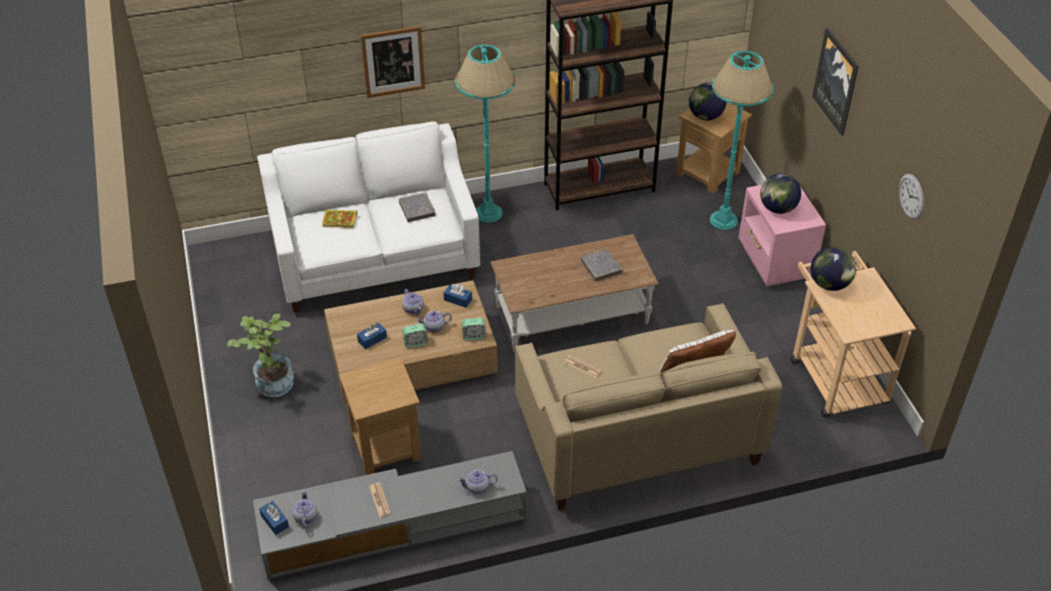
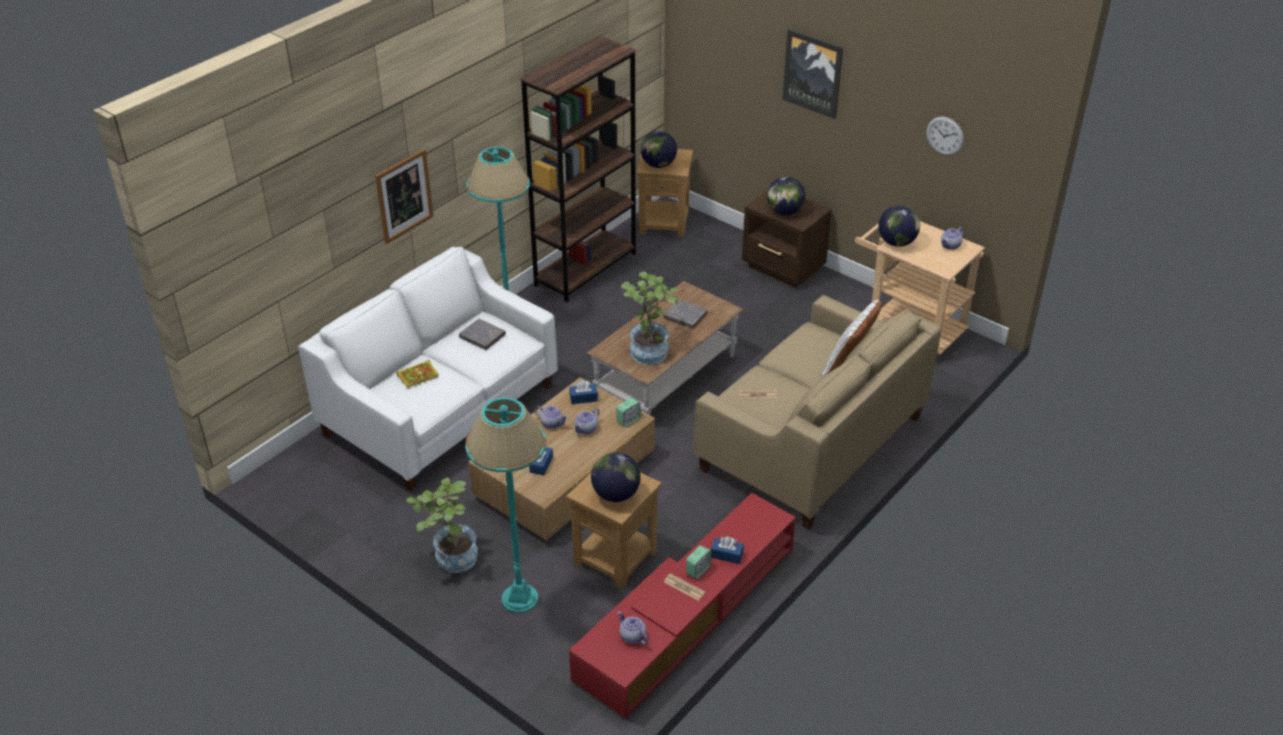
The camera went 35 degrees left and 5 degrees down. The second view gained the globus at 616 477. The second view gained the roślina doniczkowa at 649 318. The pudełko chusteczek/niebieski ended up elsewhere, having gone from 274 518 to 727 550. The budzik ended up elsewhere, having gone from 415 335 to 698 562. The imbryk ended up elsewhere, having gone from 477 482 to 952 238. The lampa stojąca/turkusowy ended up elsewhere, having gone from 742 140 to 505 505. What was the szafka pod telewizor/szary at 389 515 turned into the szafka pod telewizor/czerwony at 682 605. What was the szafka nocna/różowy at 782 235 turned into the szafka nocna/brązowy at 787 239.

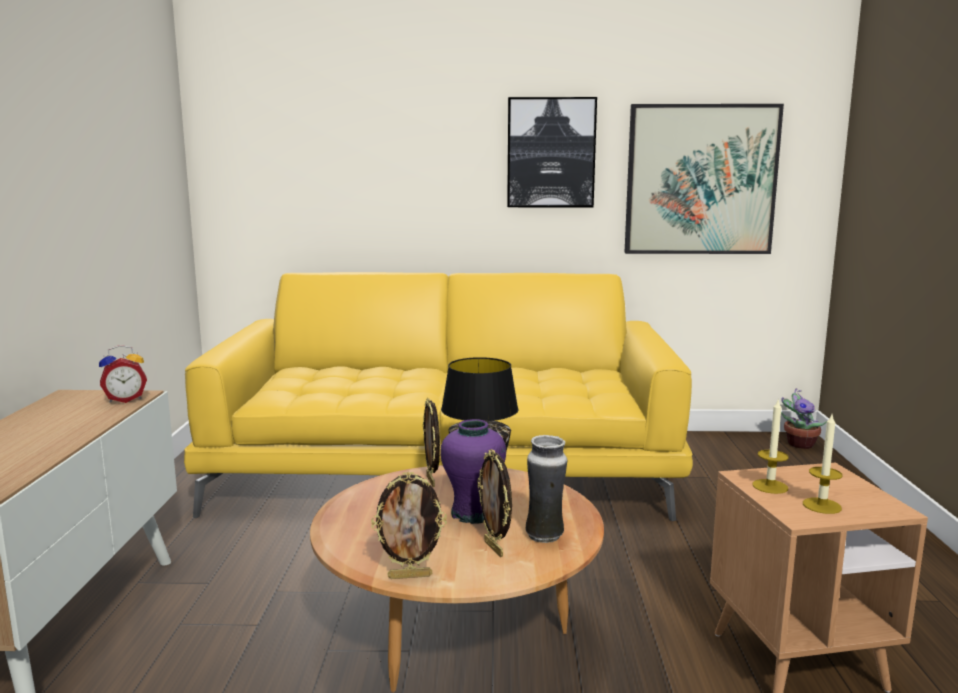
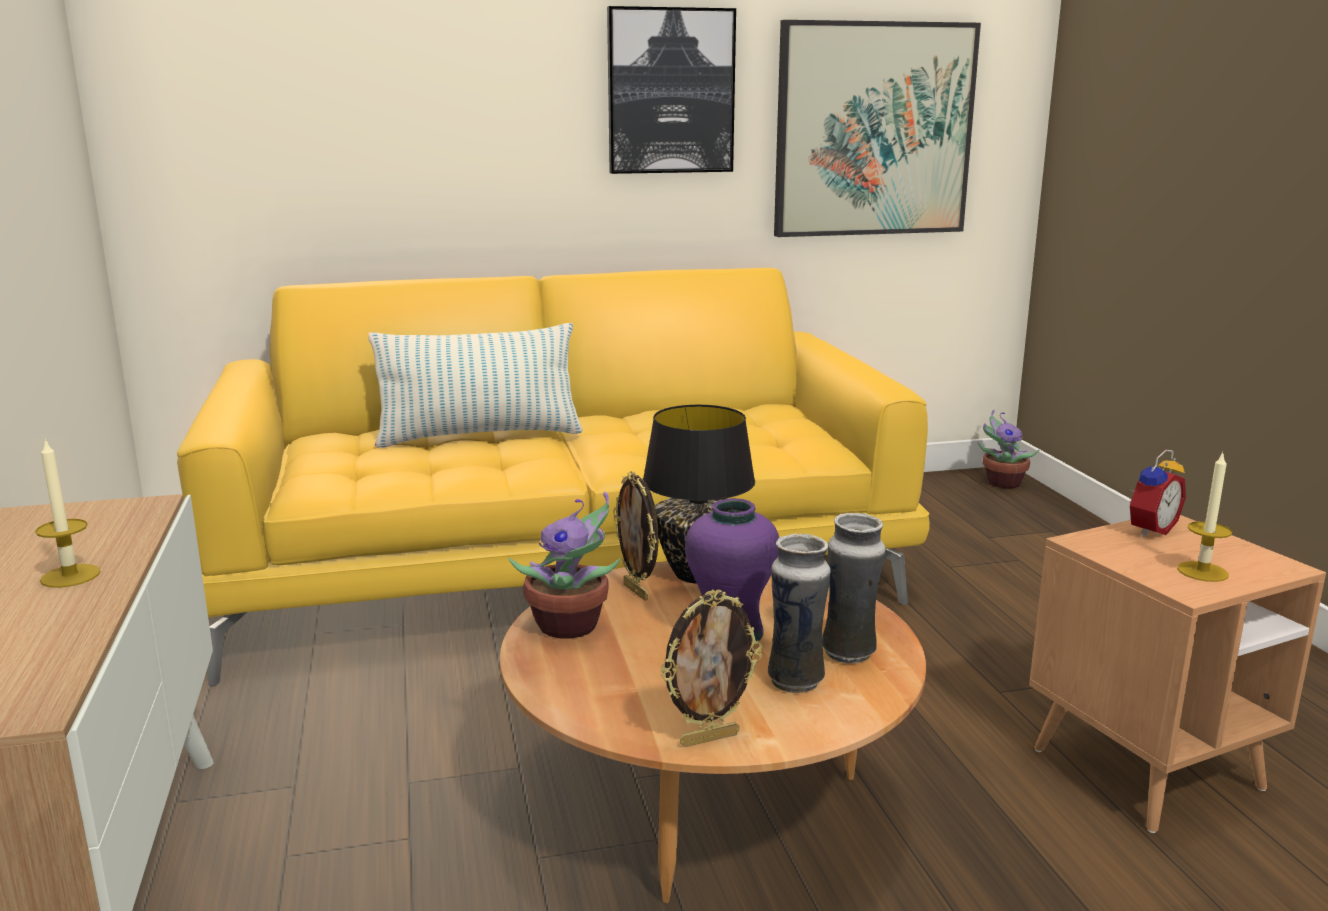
The camera went 15 degrees left and 5 degrees up. The second view gained the poduszka at 475 385. The second view gained the roślina doniczkowa at 564 565. The budzik ended up elsewhere, having gone from 123 374 to 1157 493. The świeca ended up elsewhere, having gone from 770 446 to 67 513. Where the ramka na zdjęcie stood at 494 503, the wazon came to stand at 799 613.

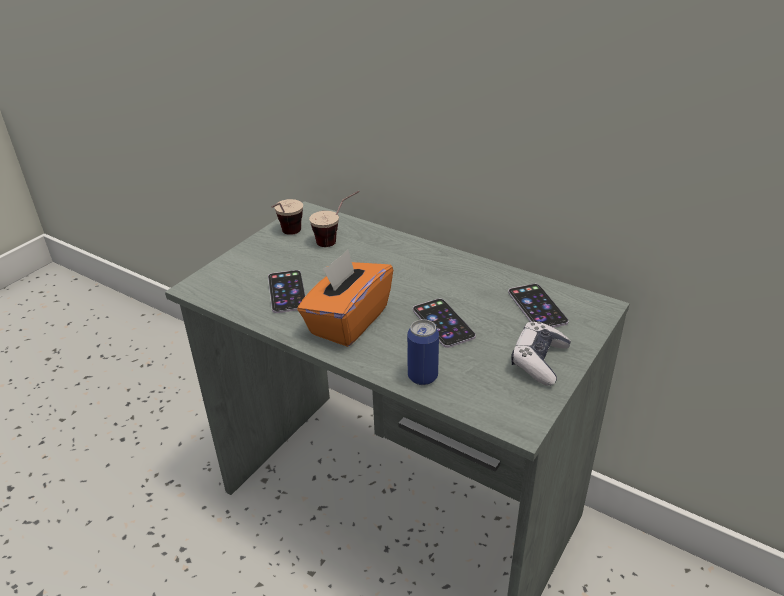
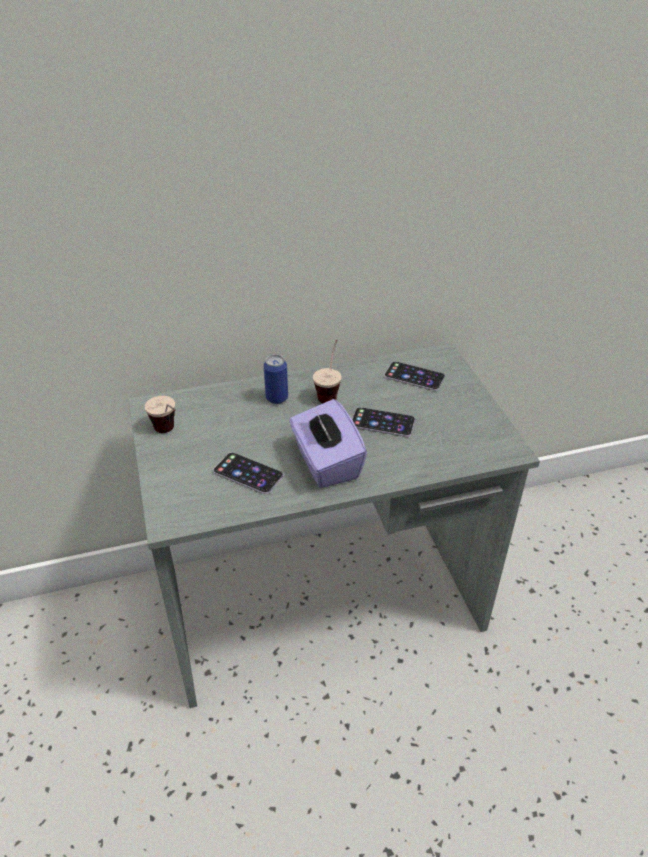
The camera went 50 degrees left and 5 degrees up. The second view lost the pad do gier at 541 353. The filiżanka ended up elsewhere, having gone from 334 219 to 327 371. The puszka ended up elsewhere, having gone from 423 352 to 276 379. What was the pudełko chusteczek/pomarańczowy at 345 298 turned into the pudełko chusteczek/fioletowy at 328 443.

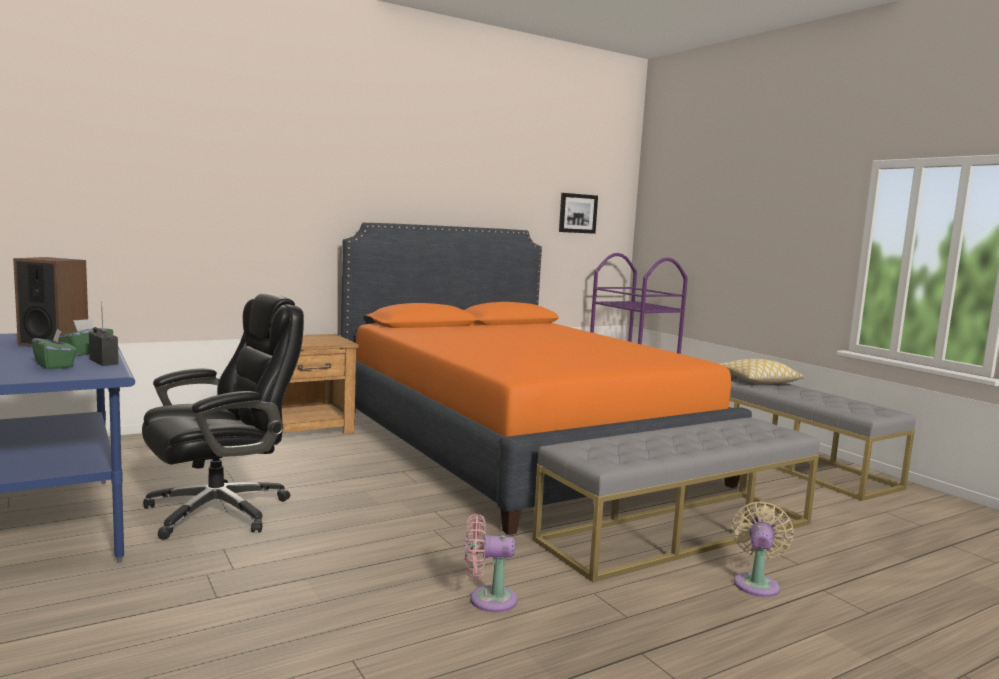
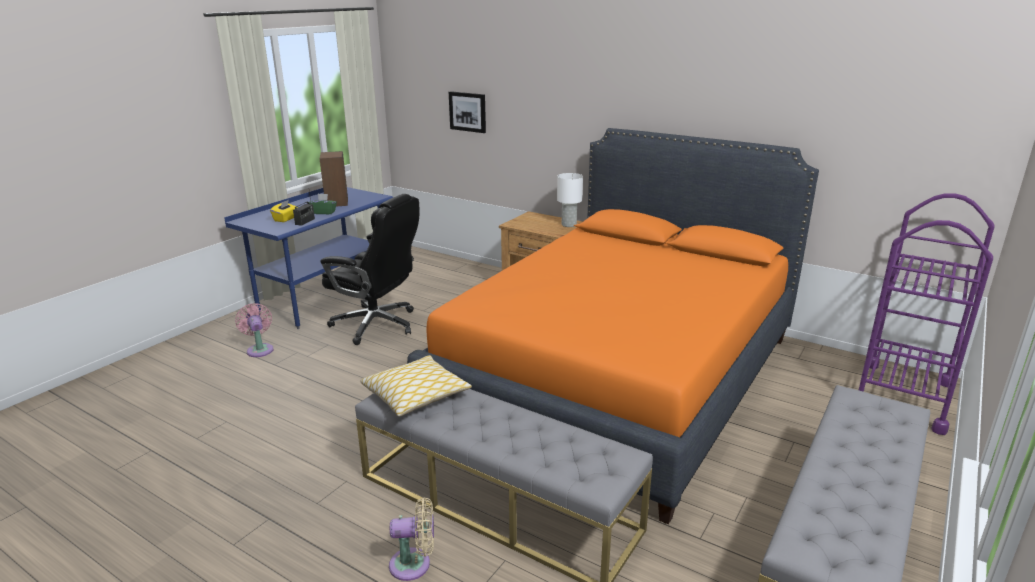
The camera went 65 degrees right and 15 degrees up. The second view gained the lampa stołowa/biały at 570 200. The wentylator/różowy ended up elsewhere, having gone from 491 563 to 254 330. The obraz ended up elsewhere, having gone from 578 213 to 467 112. The poduszka ended up elsewhere, having gone from 762 371 to 416 386. What was the pudełko chusteczek/zielony at 54 349 turned into the pudełko chusteczek/żółty at 284 211.

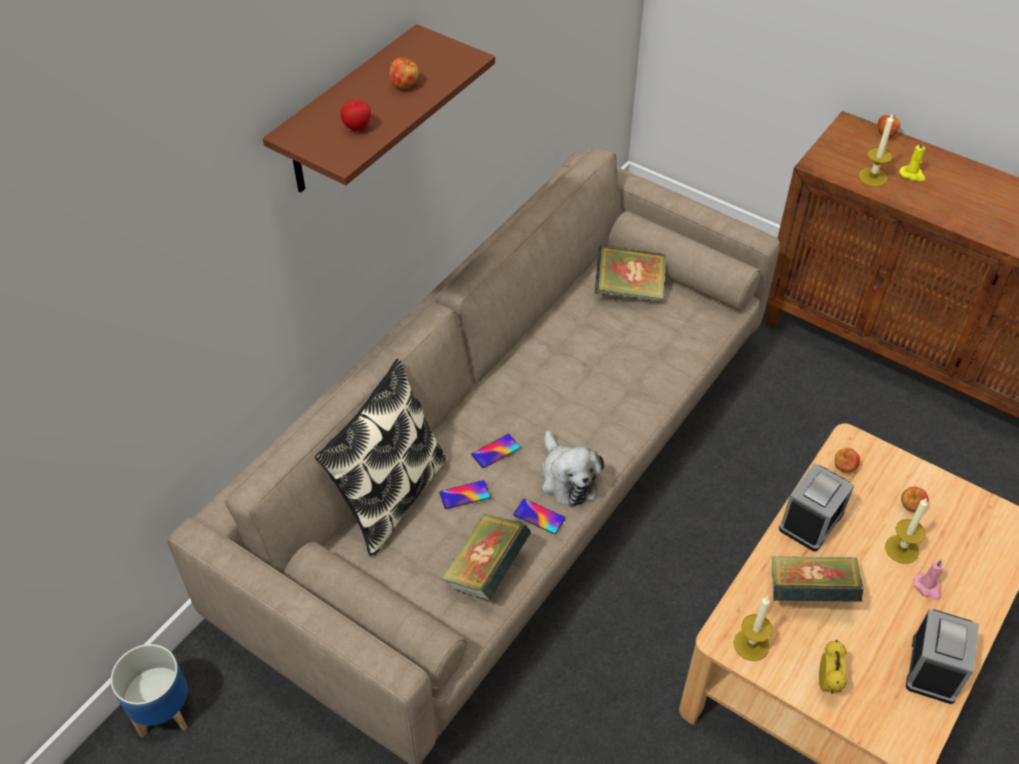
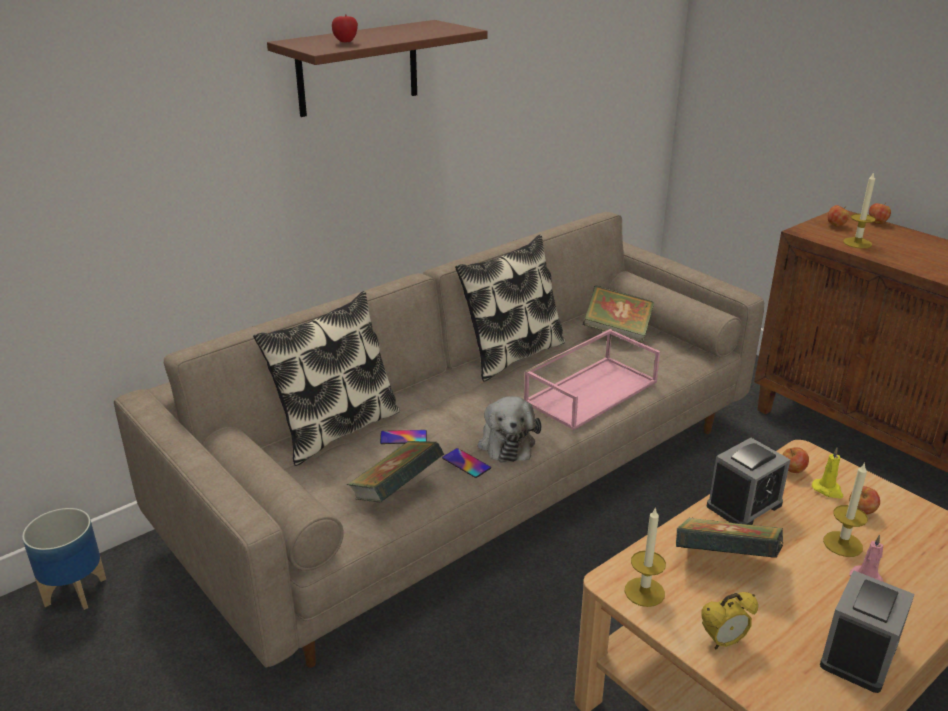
The camera went 15 degrees right and 20 degrees down. The second view lost the telefon at 495 451. The second view gained the poduszka at 510 308. The second view gained the taca/różowy at 592 379. The jabłko ended up elsewhere, having gone from 404 73 to 839 216. The świeca/żółty ended up elsewhere, having gone from 912 161 to 827 473. The budzik at 833 667 ended up facing another way, 45 degrees clockwise from before.

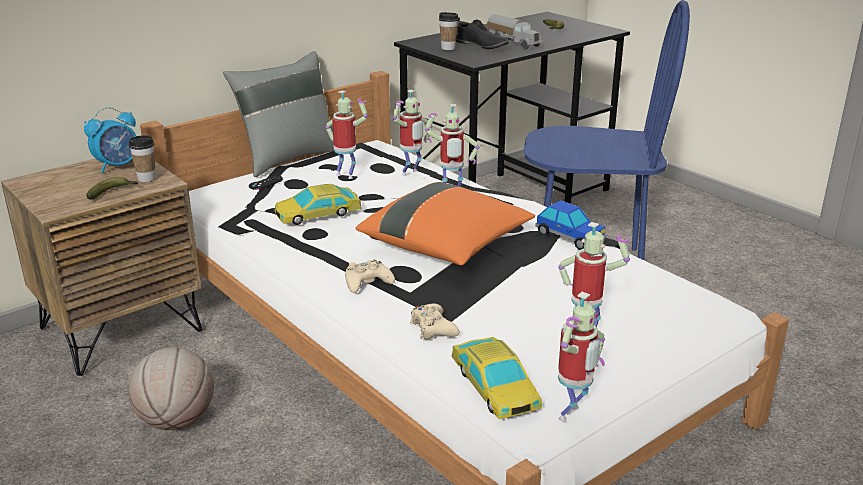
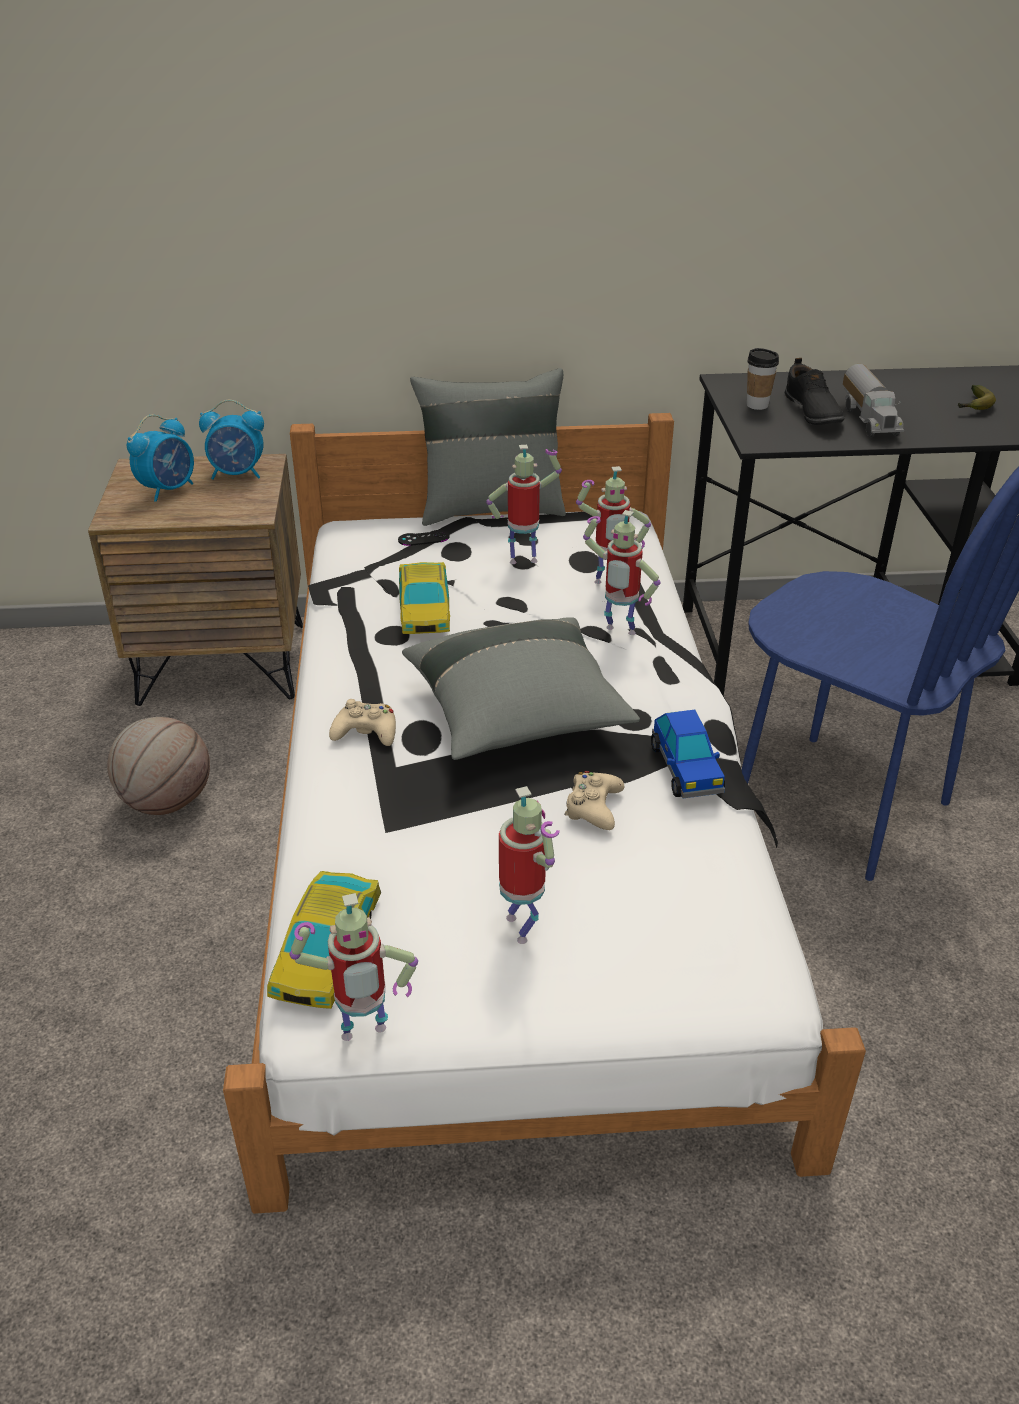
The camera went 35 degrees right and 10 degrees up. The second view lost the banan at 112 188. The second view lost the filiżanka at 142 158. The second view gained the budzik at 160 458. The pad do gier/beżowy ended up elsewhere, having gone from 435 322 to 594 800. What was the poduszka/pomarańczowy at 445 223 turned into the poduszka/szary at 521 688. The samochodzik at 318 204 ended up facing another way, 105 degrees counterclockwise from before. The robot zabawkowy at 347 134 ended up facing another way, 75 degrees counterclockwise from before.

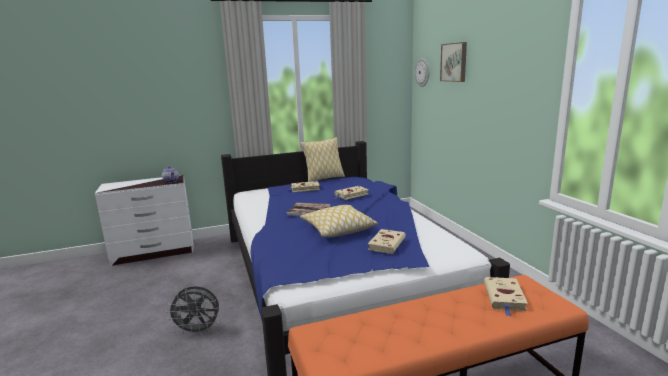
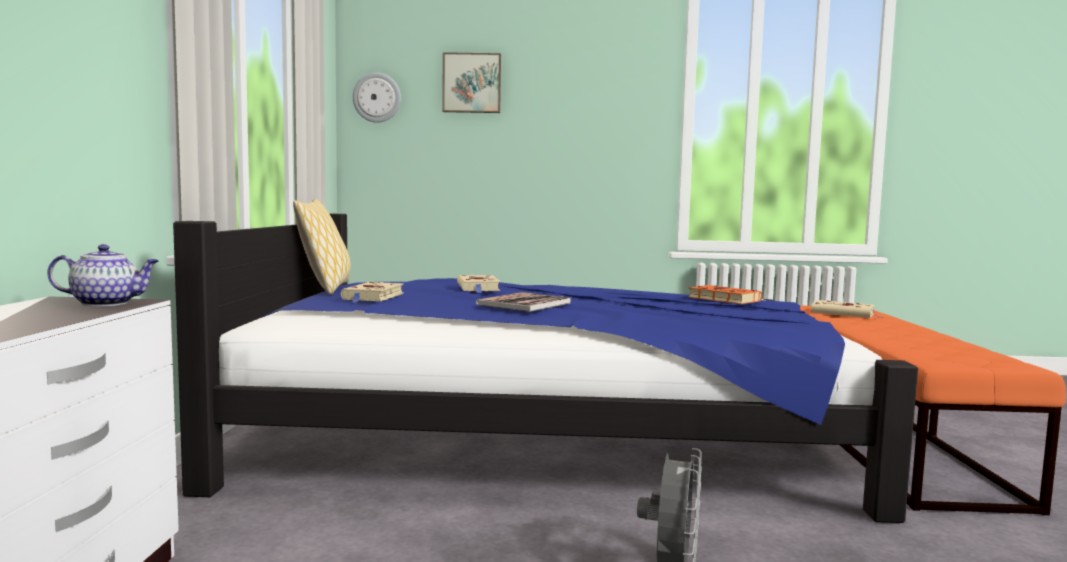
The camera went 70 degrees left and 10 degrees down. The second view lost the poduszka at 339 221. What was the książka/beżowy at 387 241 turned into the książka/pomarańczowy at 725 294.

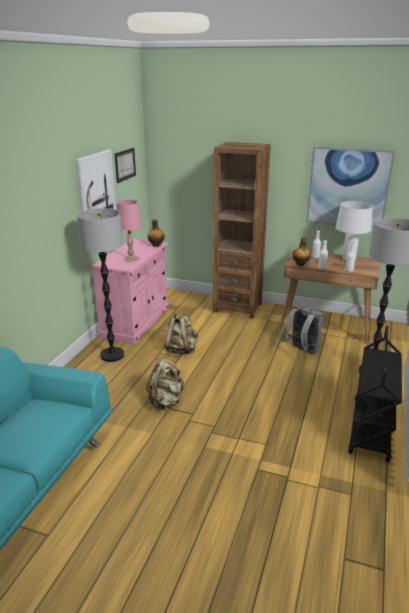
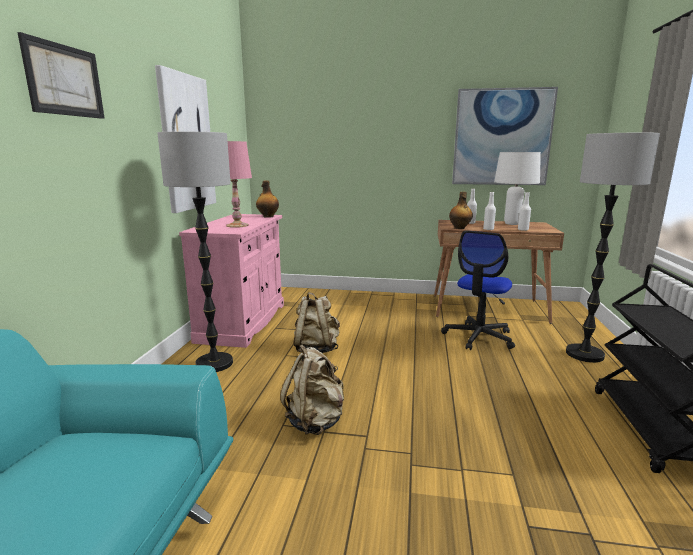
The camera went 10 degrees left and 10 degrees down. The second view lost the regał/brązowy at 242 230. The obraz ended up elsewhere, having gone from 125 165 to 61 75. Where the plecak/szary stood at 303 329, the krzesło biurowe came to stand at 478 290.

